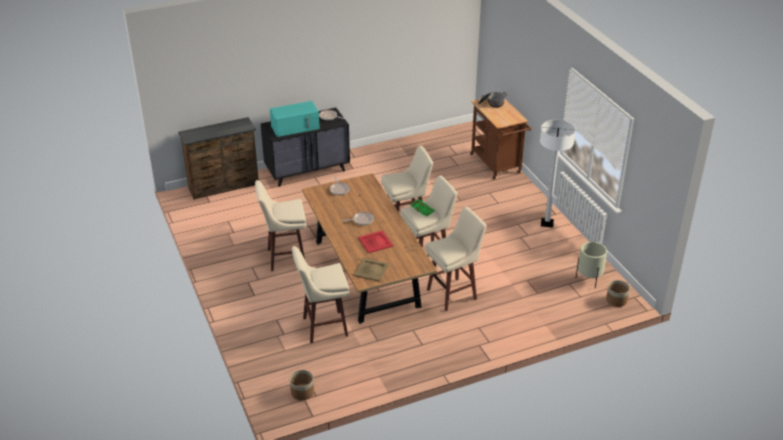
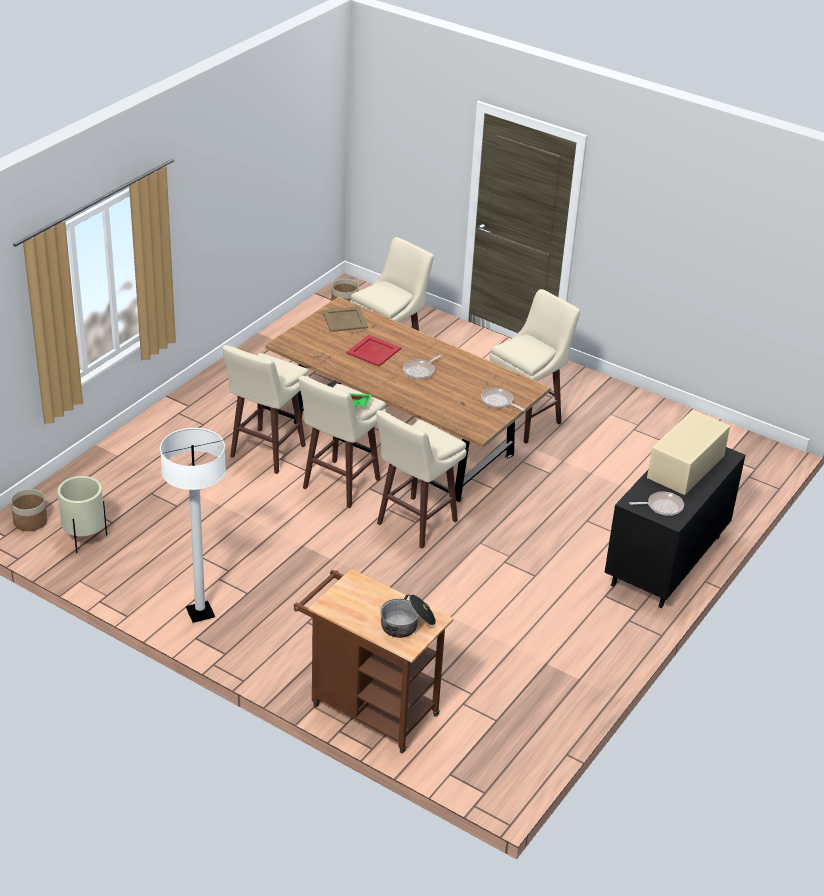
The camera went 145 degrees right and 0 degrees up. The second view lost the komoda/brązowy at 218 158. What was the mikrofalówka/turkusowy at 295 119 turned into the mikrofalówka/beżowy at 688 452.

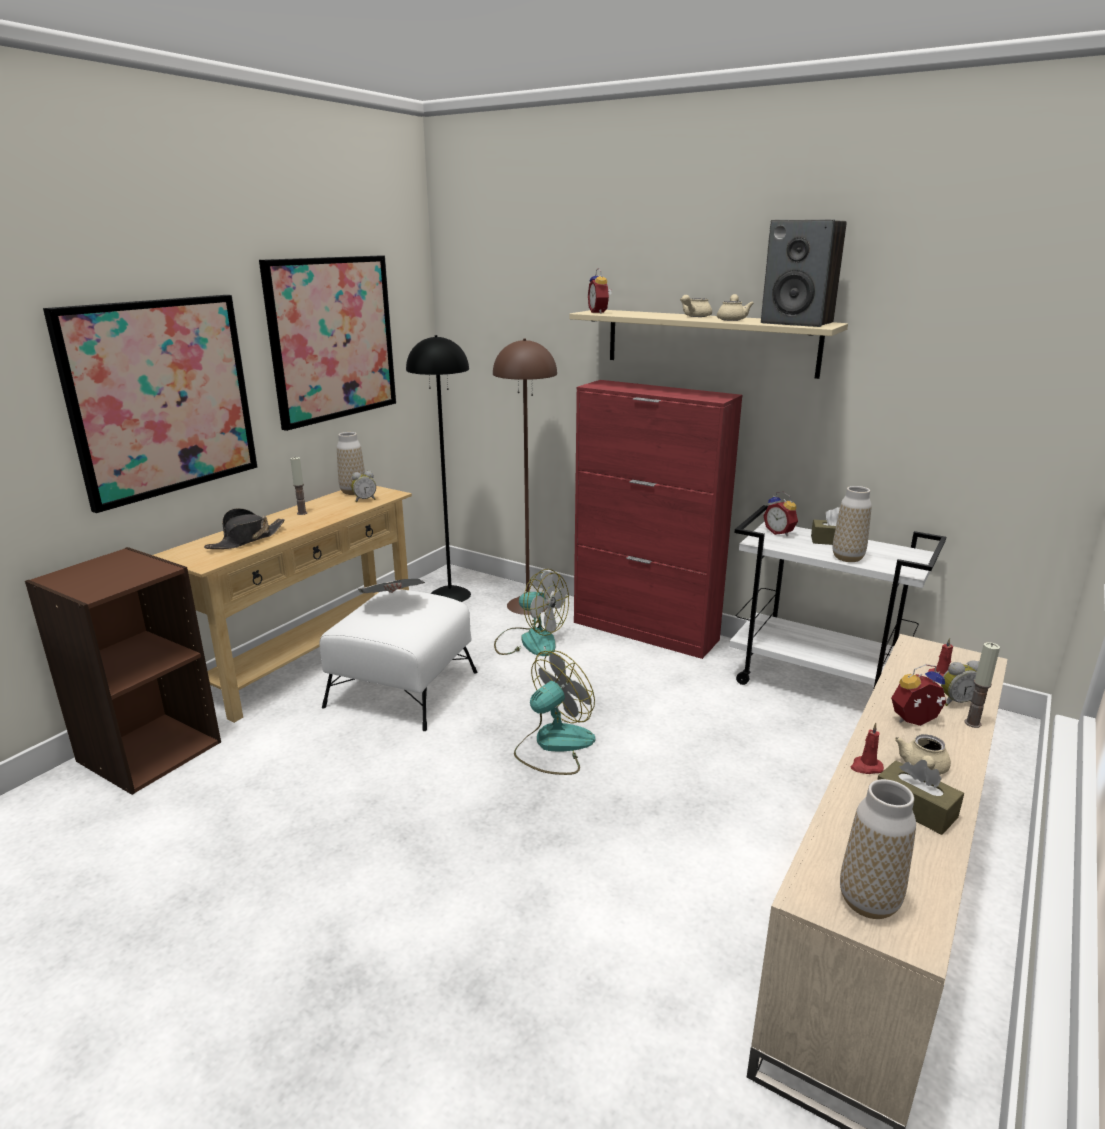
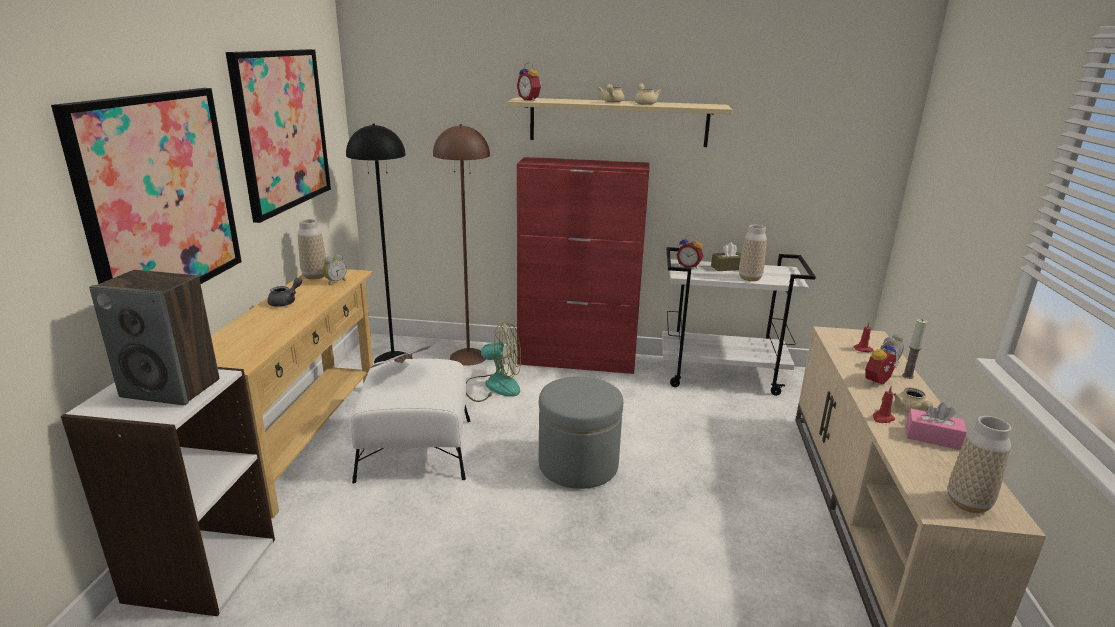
The camera went 25 degrees left and 0 degrees up. The second view lost the kapelusz/czarny at 244 528. The głośnik ended up elsewhere, having gone from 804 273 to 154 337. Where the świeca stood at 298 486, the imbryk/szary came to stand at 284 292. Where the wentylator stood at 554 712, the pufa/szary came to stand at 581 432. What was the regał/brązowy at 123 671 turned into the regał/biały at 168 491. What was the pudełko chusteczek/brązowy at 920 797 turned into the pudełko chusteczek/różowy at 936 426.

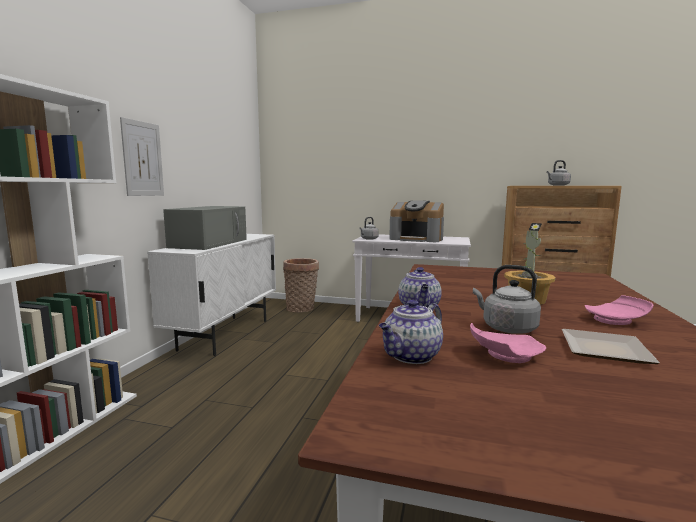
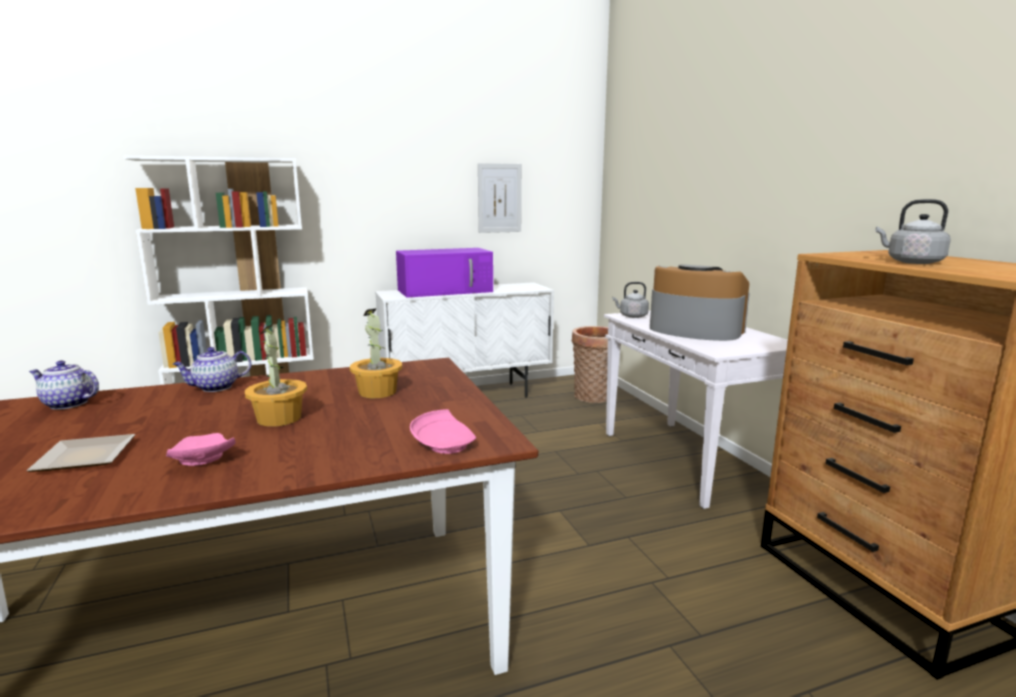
The camera went 55 degrees right and 5 degrees up. The second view lost the czajnik/szary at 507 299. The second view gained the roślina doniczkowa at 376 353. The obraz ended up elsewhere, having gone from 142 156 to 500 198. The talerz/różowy ended up elsewhere, having gone from 508 343 to 443 431. What was the mikrofalówka/szary at 205 228 turned into the mikrofalówka/fioletowy at 444 273. The ekspres do kawy at 416 221 ended up facing another way, 135 degrees clockwise from before.

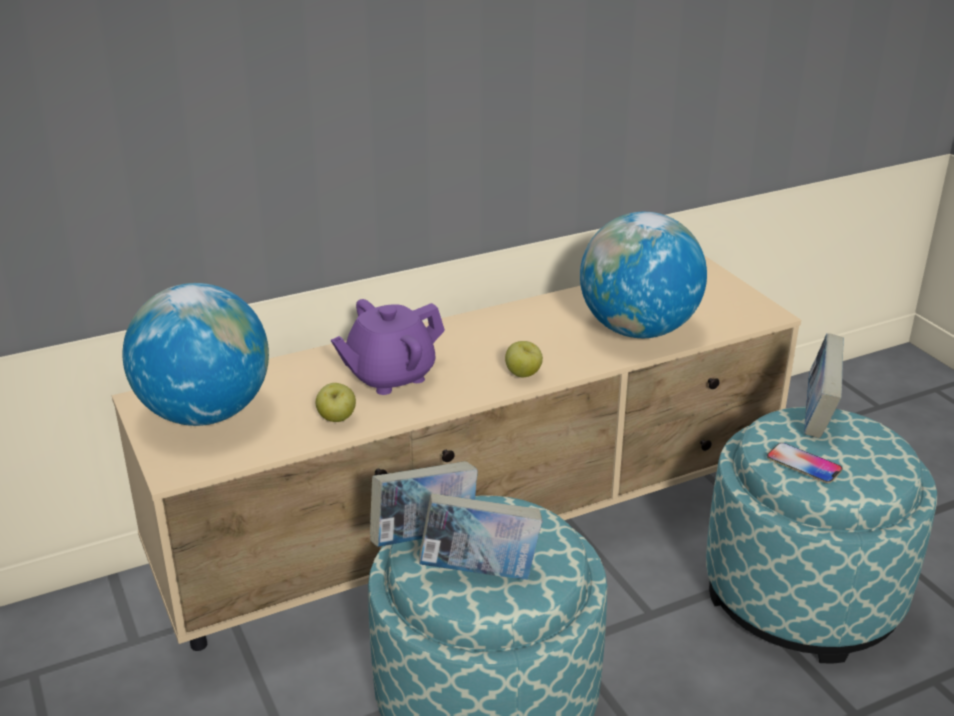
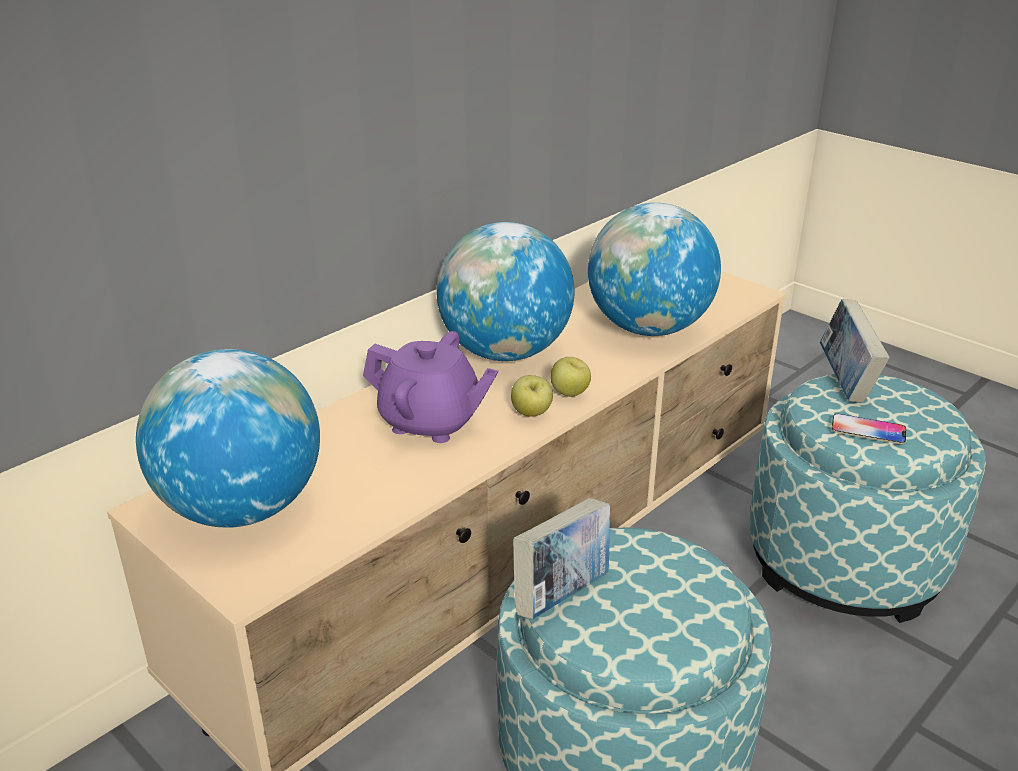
The camera went 20 degrees left and 0 degrees up. The second view lost the książka at 480 536. The second view gained the globus at 506 291. The jabłko ended up elsewhere, having gone from 336 402 to 532 396. The imbryk/fioletowy at 388 347 ended up facing another way, 105 degrees counterclockwise from before.

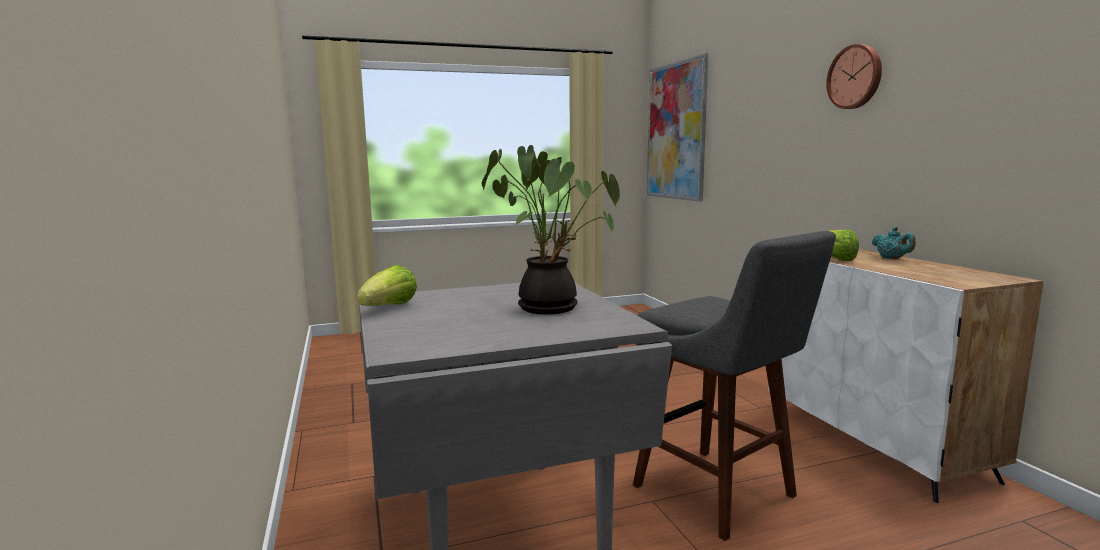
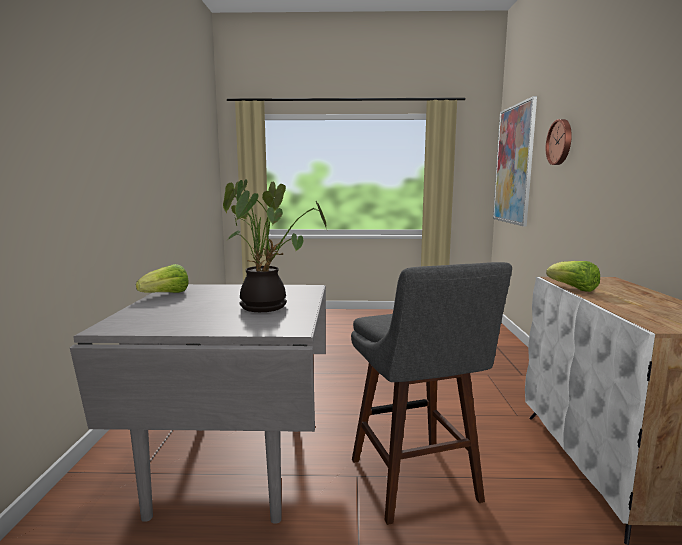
The camera went 20 degrees right and 0 degrees up. The second view lost the imbryk/turkusowy at 894 243. The zegar ścienny ended up elsewhere, having gone from 854 76 to 559 142.

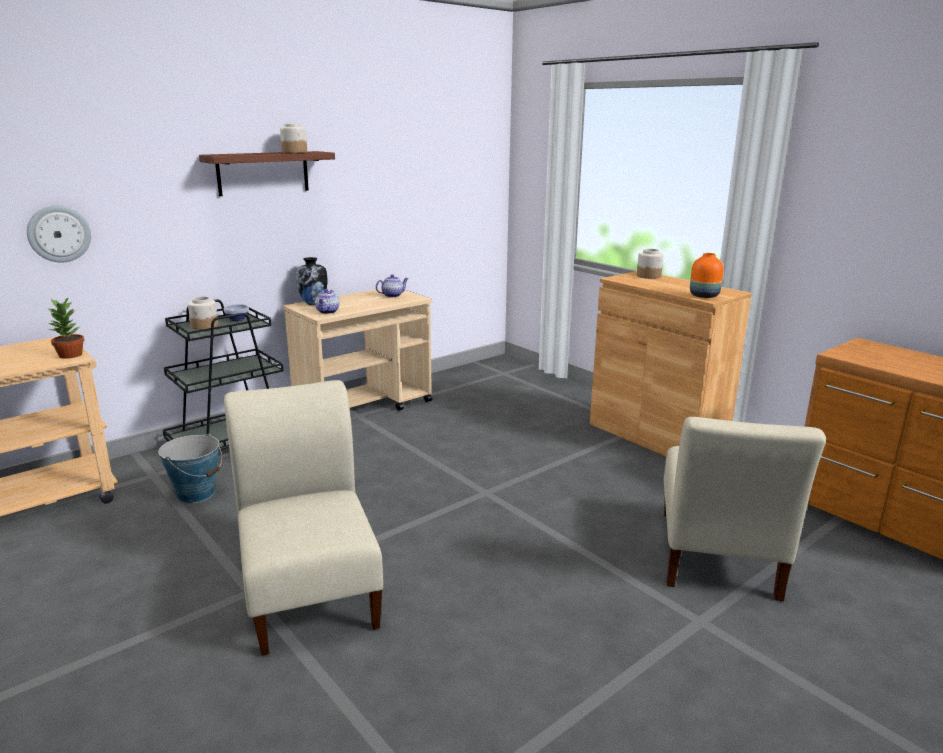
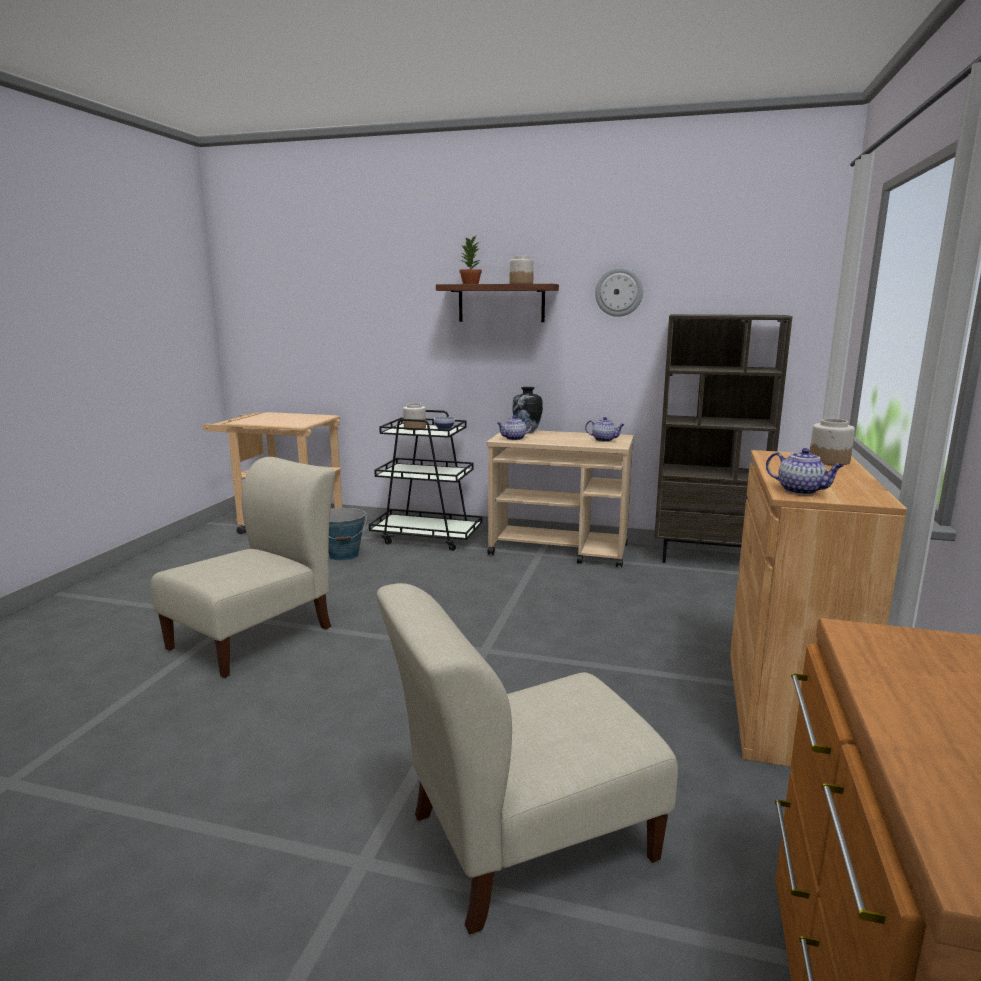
The camera went 55 degrees right and 5 degrees down. The second view gained the regał/brązowy at 723 438. The zegar ścienny ended up elsewhere, having gone from 59 234 to 619 292. The roślina doniczkowa ended up elsewhere, having gone from 65 327 to 470 260. Where the wazon/pomarańczowy stood at 707 275, the imbryk came to stand at 805 471.

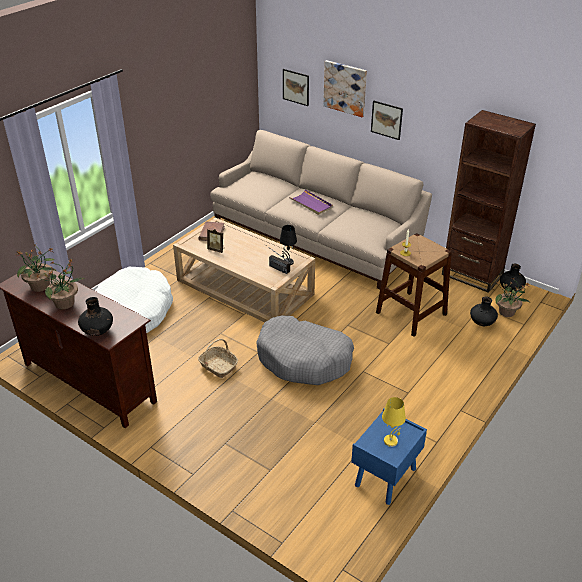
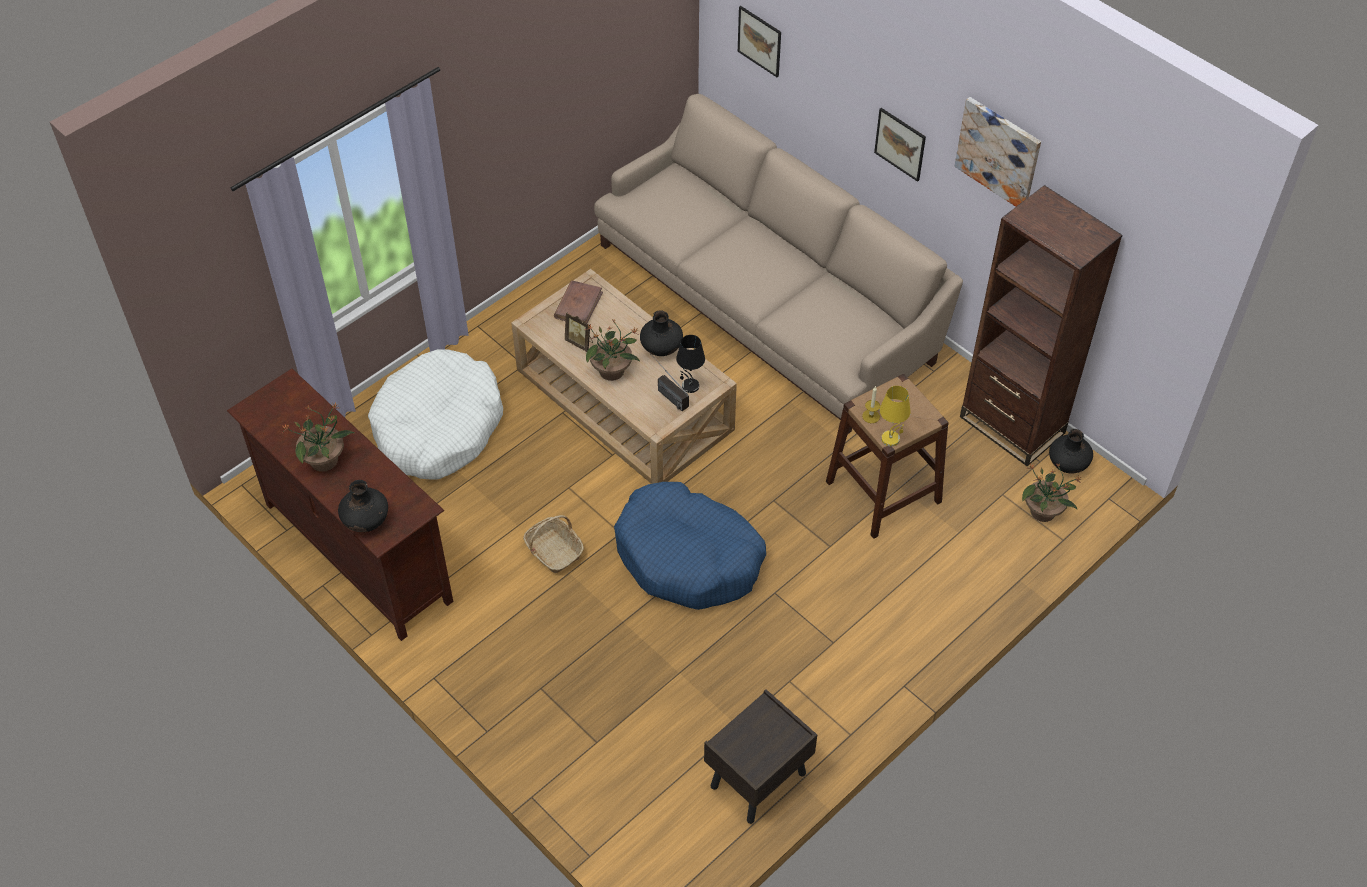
The camera went 10 degrees right and 15 degrees up. The second view lost the taca/fioletowy at 311 202. The roślina doniczkowa ended up elsewhere, having gone from 35 268 to 612 350. The obraz ended up elsewhere, having gone from 345 88 to 998 152. The lampa stołowa/żółty ended up elsewhere, having gone from 394 422 to 895 416. The wazon/czarny ended up elsewhere, having gone from 484 311 to 661 333. What was the legowisko/szary at 305 350 turned into the legowisko/niebieski at 690 546. What was the szafka nocna/niebieski at 389 456 turned into the szafka nocna/brązowy at 760 756.

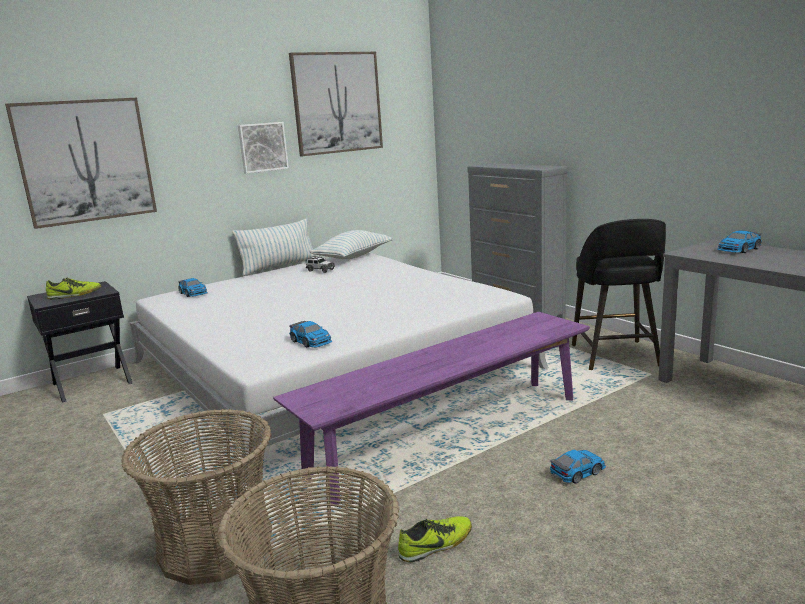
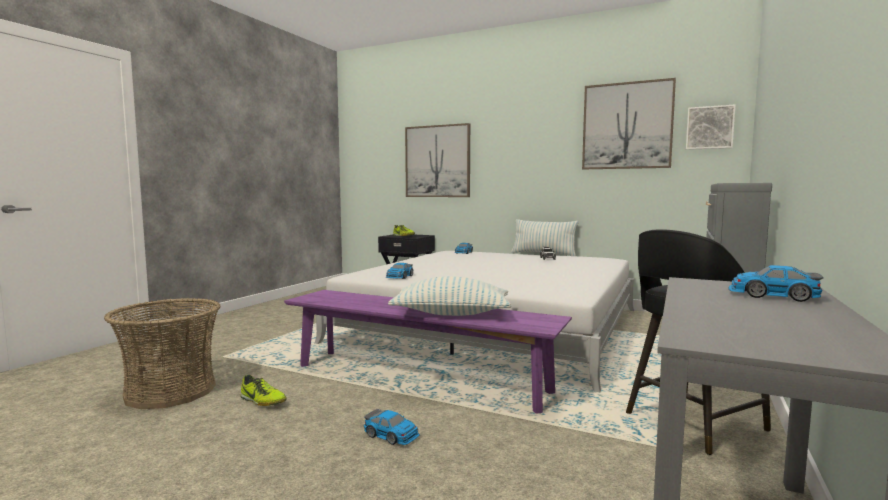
The camera went 60 degrees right and 10 degrees down. The second view lost the koszyk at 196 497. The obraz ended up elsewhere, having gone from 263 148 to 711 127. The poduszka ended up elsewhere, having gone from 351 244 to 449 296.

